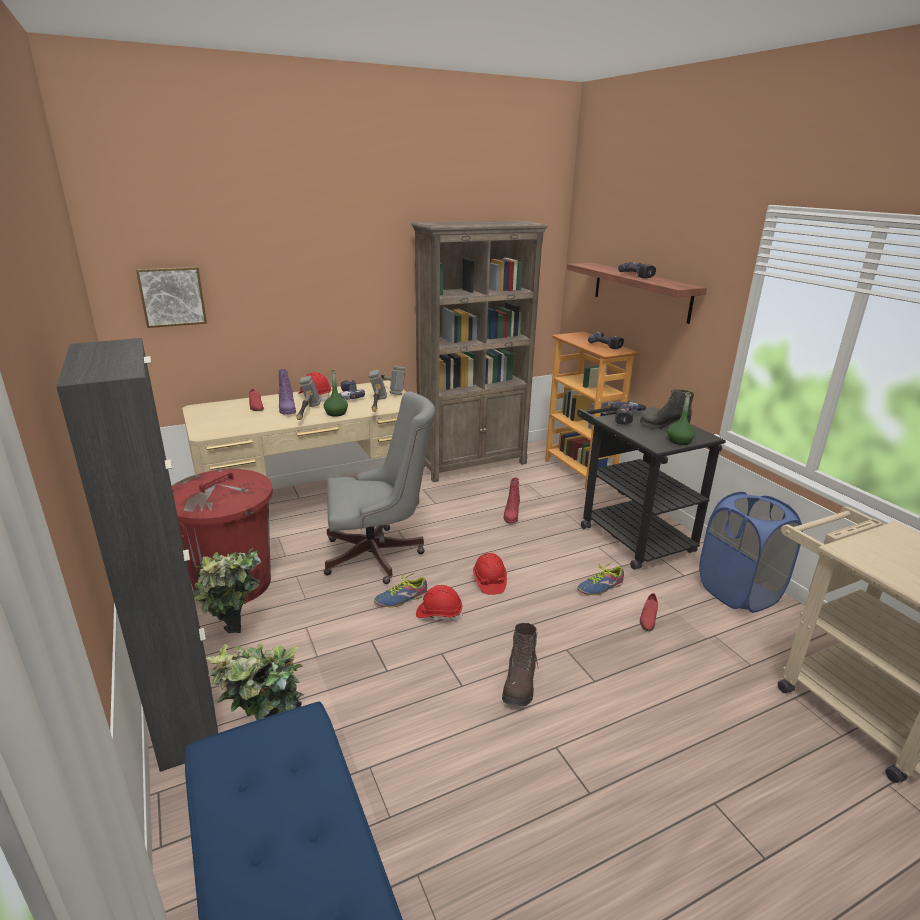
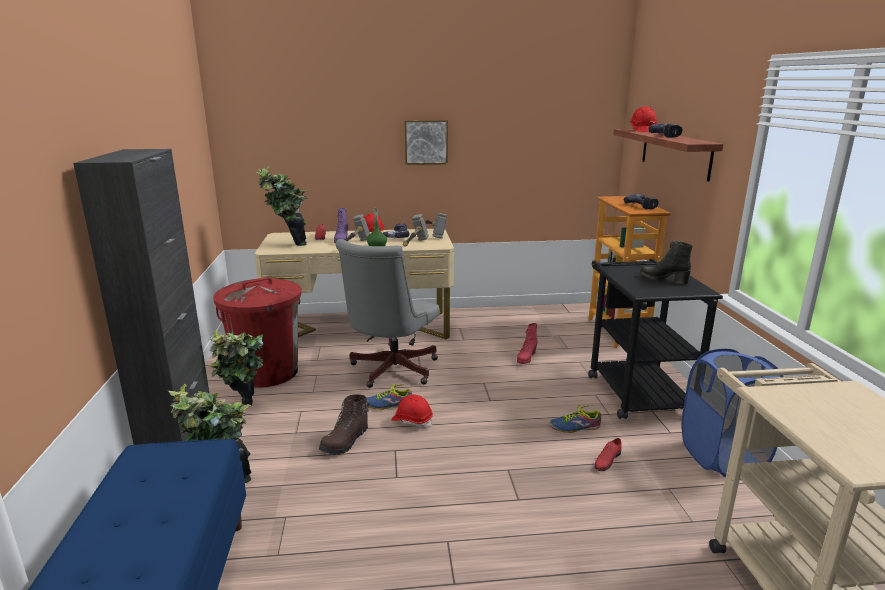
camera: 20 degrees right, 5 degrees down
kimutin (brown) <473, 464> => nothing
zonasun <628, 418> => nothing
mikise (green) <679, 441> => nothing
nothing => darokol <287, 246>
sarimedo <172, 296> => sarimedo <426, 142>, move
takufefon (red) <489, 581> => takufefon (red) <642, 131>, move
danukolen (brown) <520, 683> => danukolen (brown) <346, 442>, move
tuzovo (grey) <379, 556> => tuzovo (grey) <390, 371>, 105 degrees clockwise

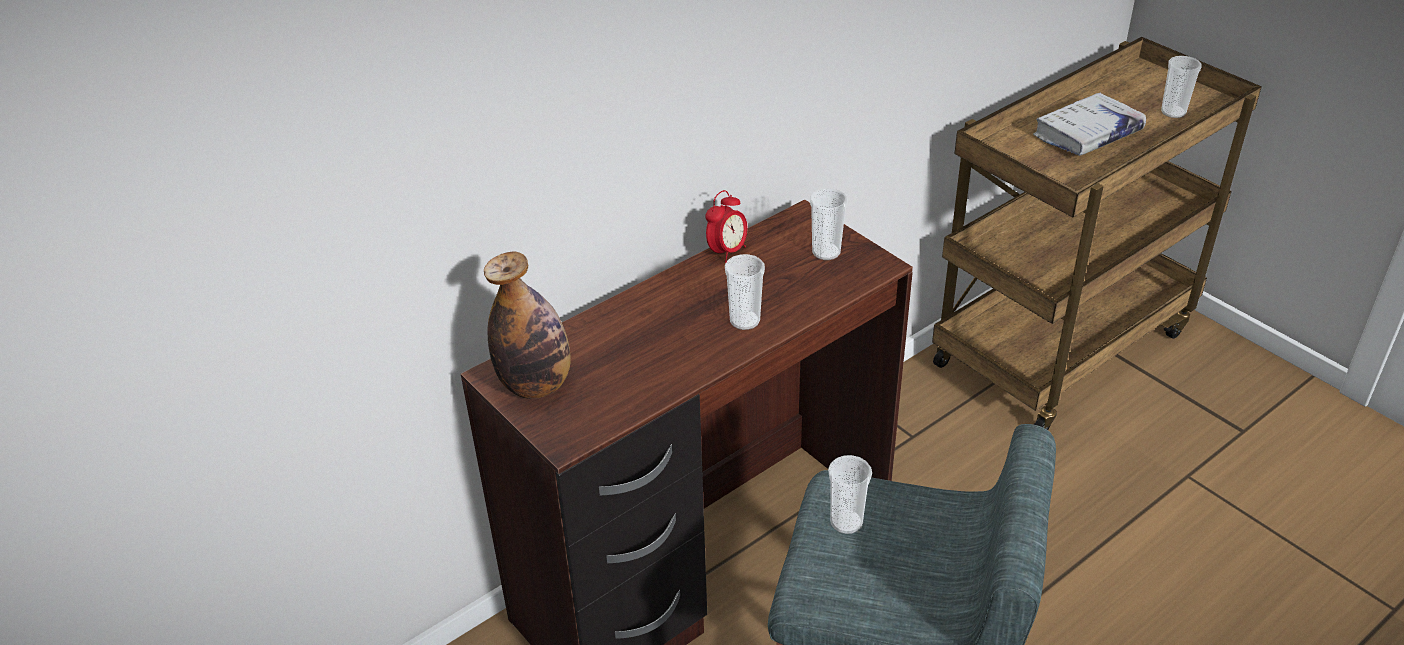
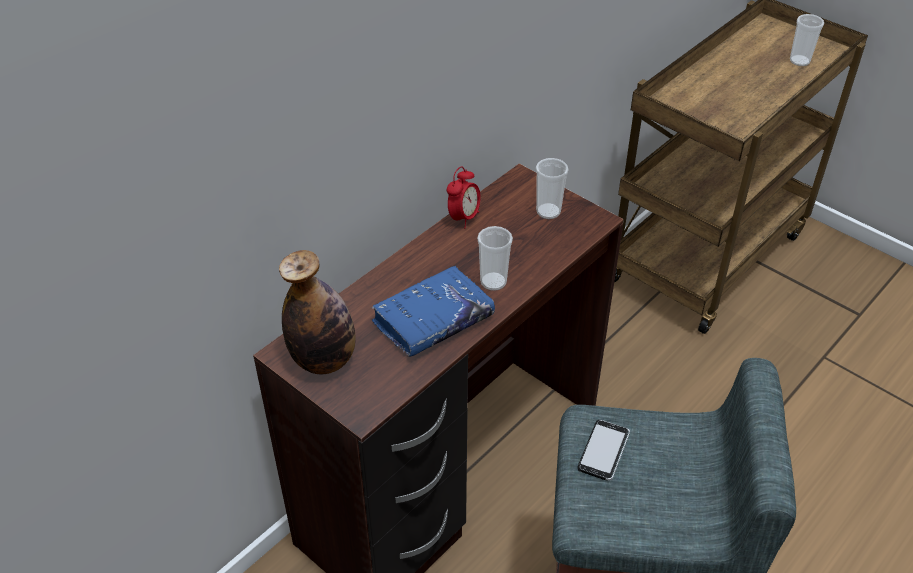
camera: 10 degrees left, 5 degrees up
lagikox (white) <1087, 135> => nothing
nothing => lagikox (blue) <433, 320>
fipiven <846, 522> => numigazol <603, 451>

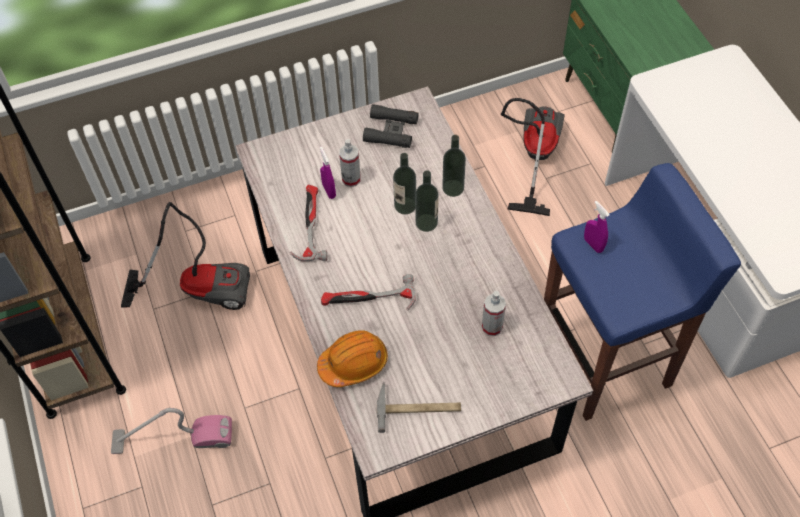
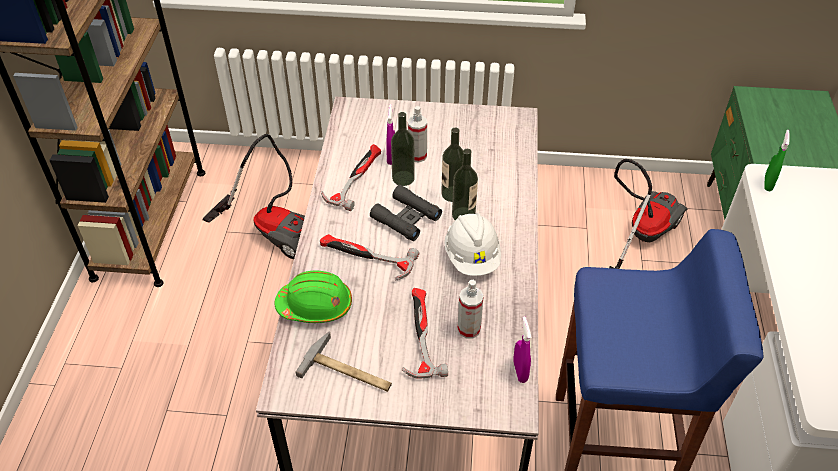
camera: 25 degrees right, 10 degrees down
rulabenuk <173, 438> => nothing
nothing => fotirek <420, 335>
nothing => takufefon (white) <472, 257>
nothing => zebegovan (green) <768, 184>
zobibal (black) <391, 130> => zobibal (black) <406, 218>, move
mikise <453, 188> => mikise <403, 178>, move
zebegovan (purple) <593, 244> => zebegovan (purple) <520, 371>, move
takufefon (orange) <353, 363> => takufefon (green) <315, 305>

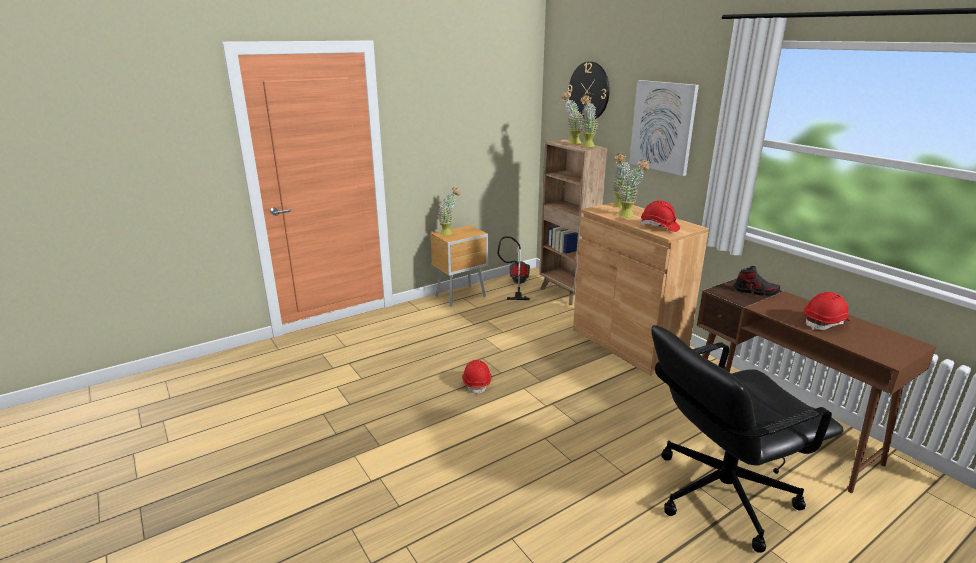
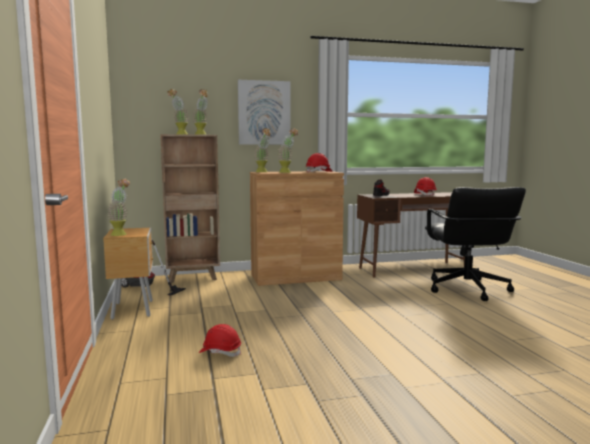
camera: 70 degrees left, 15 degrees down
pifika <589, 91> => nothing
takufefon (red) <477, 383> => takufefon (red) <220, 352>, move

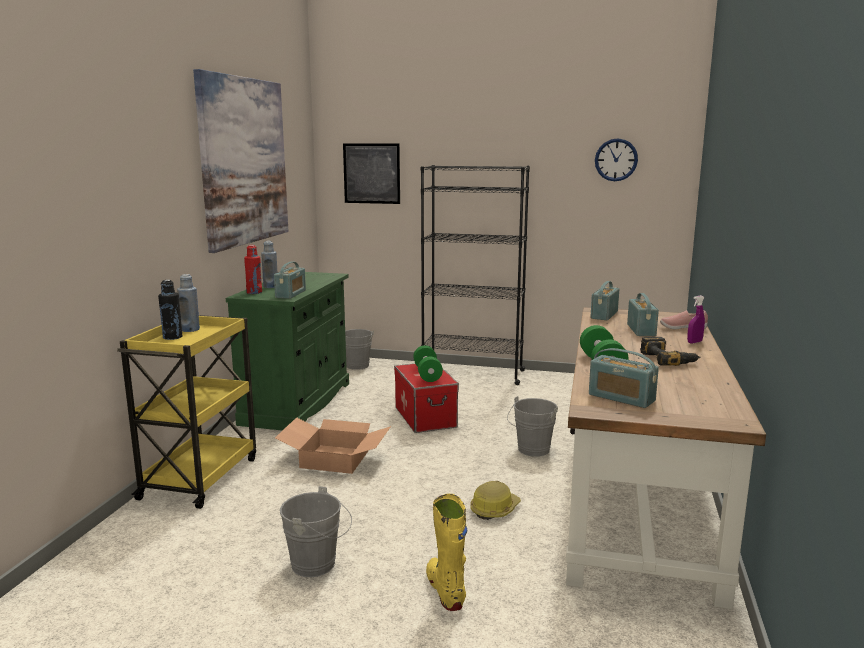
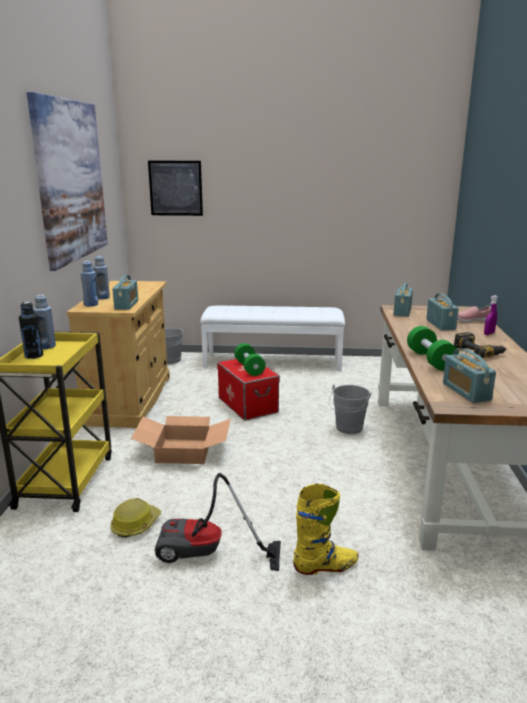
camera: 10 degrees left, 5 degrees up
pifika <616, 160> => nothing
takufefon <494, 509> => takufefon <135, 524>, move
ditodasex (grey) <318, 565> => rulabenuk <206, 556>
kimutin (black) <473, 373> => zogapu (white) <273, 361>
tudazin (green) <297, 403> => tudazin (beige) <130, 400>
mikise (red) <254, 292> => mikise (blue) <91, 304>
danukolen (yellow) <445, 590> => danukolen (yellow) <325, 566>, 105 degrees clockwise
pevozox <621, 398> => pevozox <466, 392>, 45 degrees clockwise

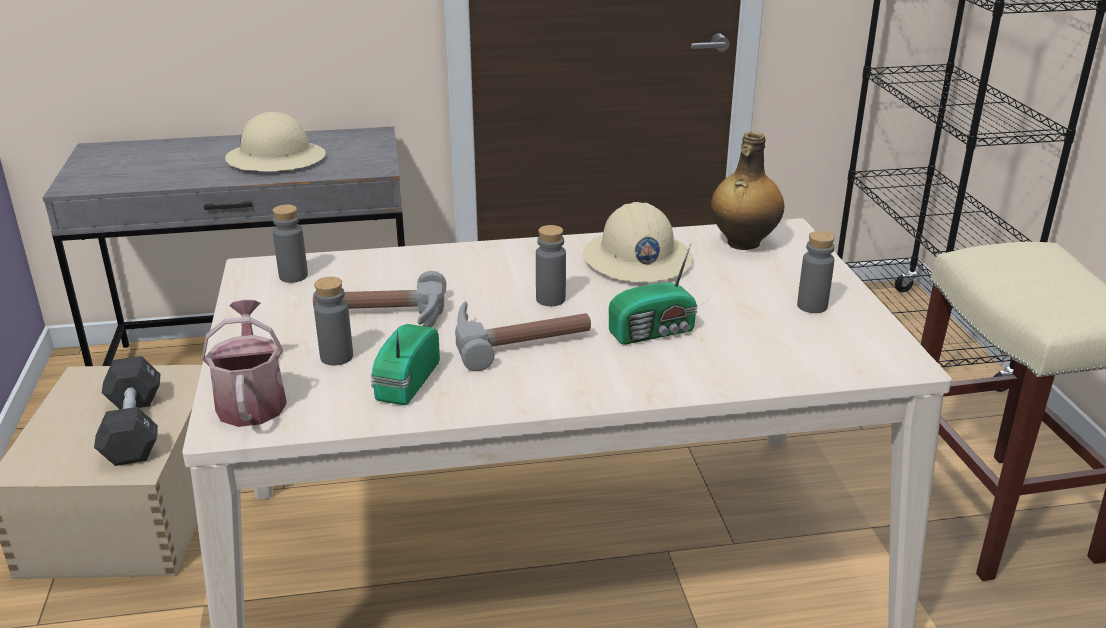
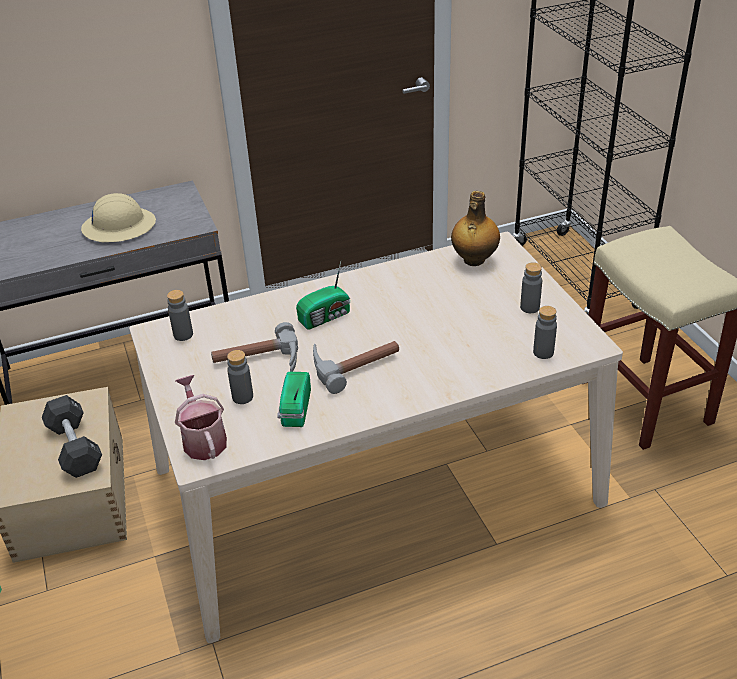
camera: 10 degrees left, 10 degrees up
takufefon (beige) <636, 259> => nothing
mikise (grey) <550, 299> => mikise (grey) <543, 352>, move
pevozox <655, 332> => pevozox <326, 317>, move

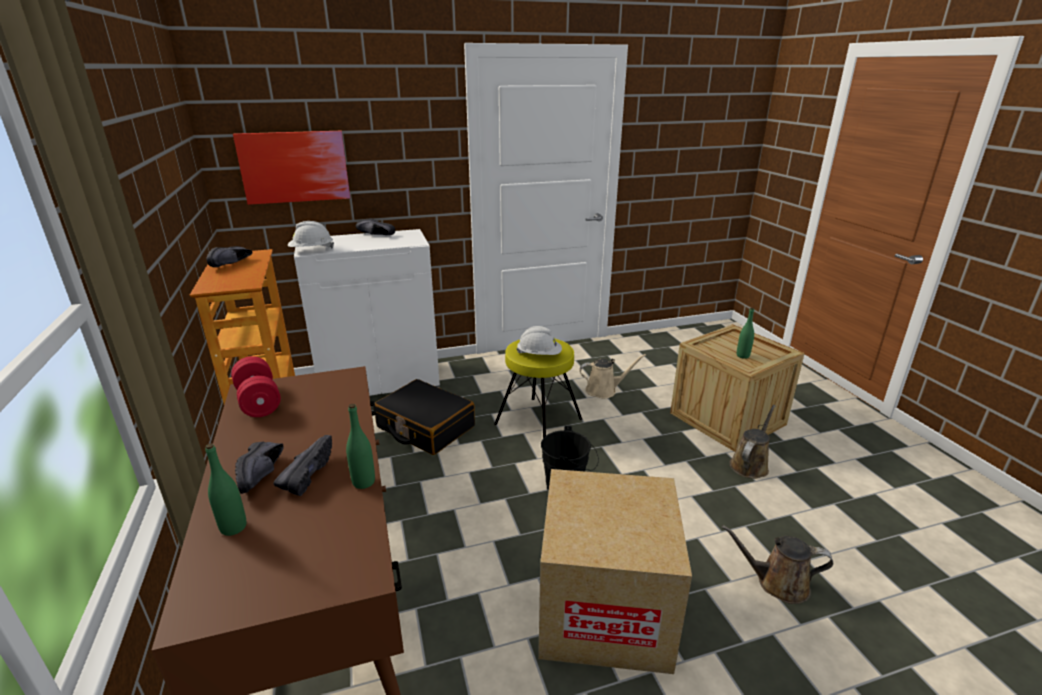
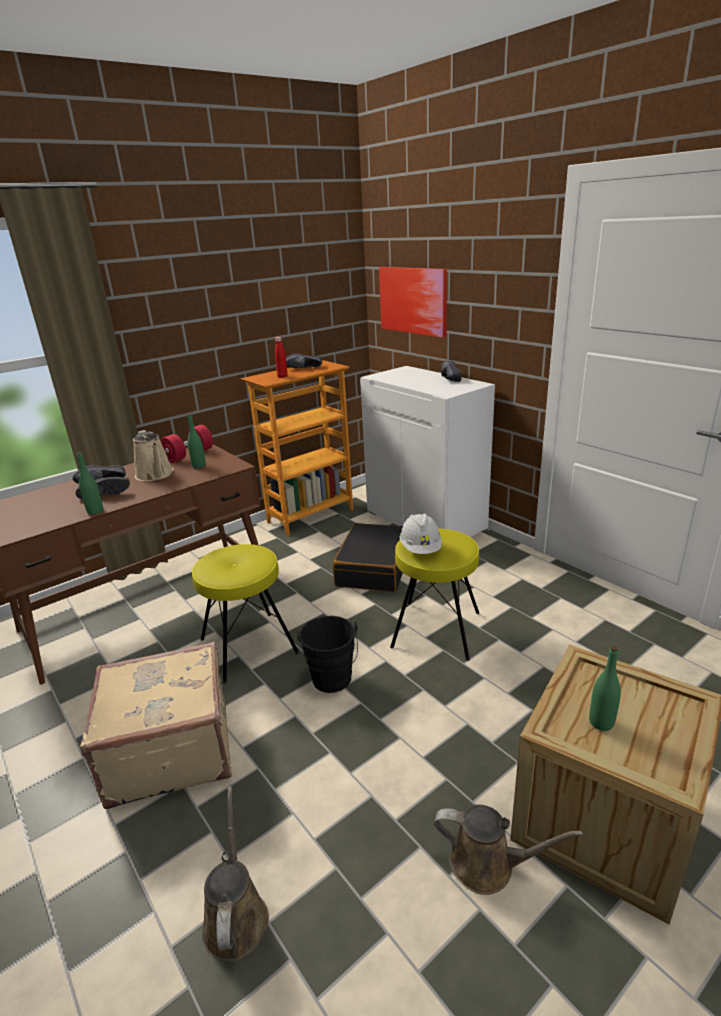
camera: 70 degrees right, 0 degrees up
takufefon (white) <311, 250> => nothing
nothing => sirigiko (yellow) <248, 646>
nothing => mikise (red) <282, 376>
mikise (green) <233, 527> => mikise (green) <199, 466>, move
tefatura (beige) <604, 390> => tefatura (beige) <155, 475>, move
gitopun <604, 609> => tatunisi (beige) <170, 750>

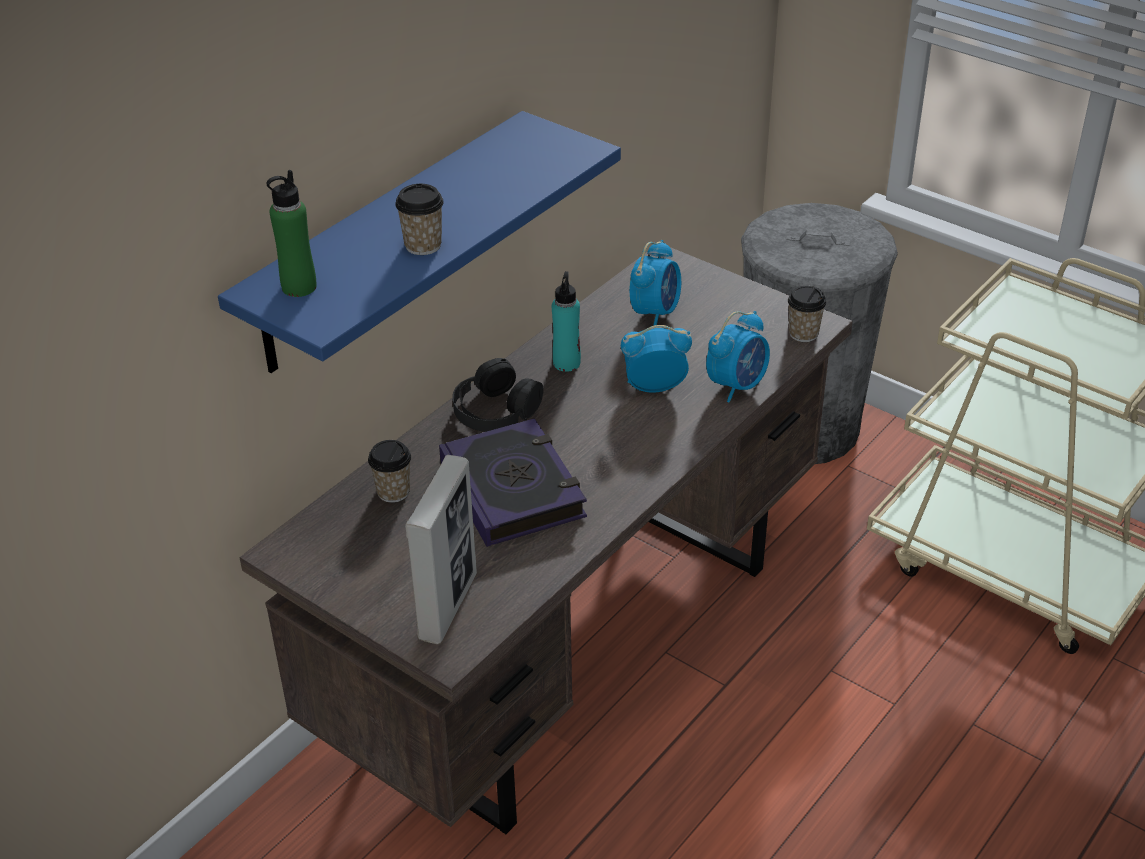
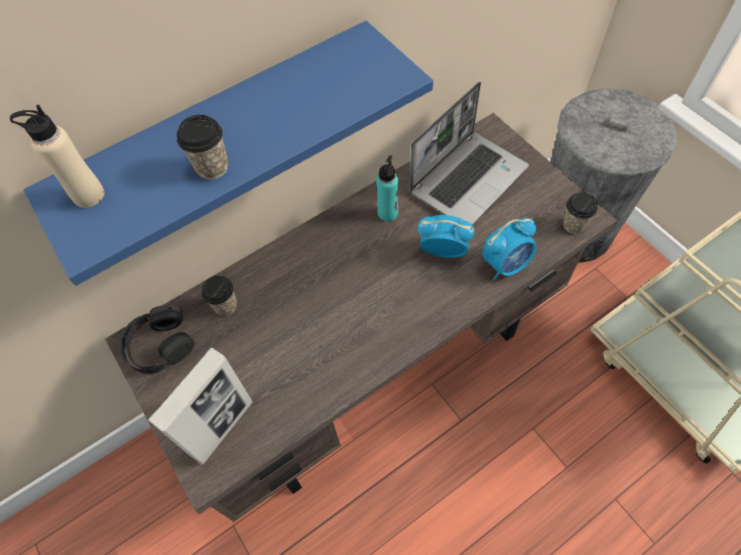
camera: 20 degrees right, 20 degrees up
lagikox <513, 490> => nothing
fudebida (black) <495, 410> => fudebida (black) <159, 345>, move
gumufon <655, 312> => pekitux <468, 179>
mikise (green) <299, 287> => mikise (beige) <88, 195>

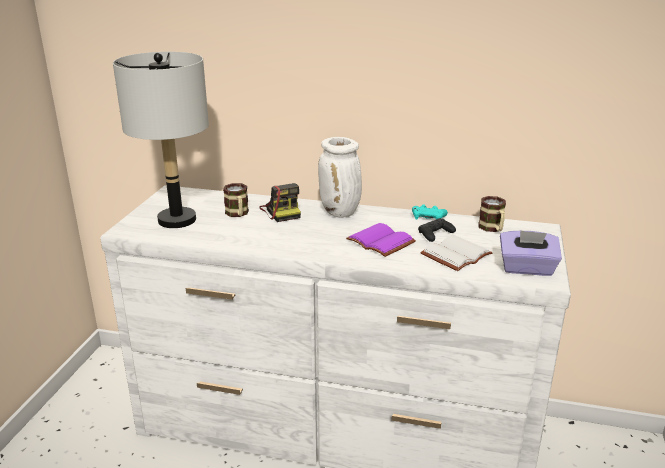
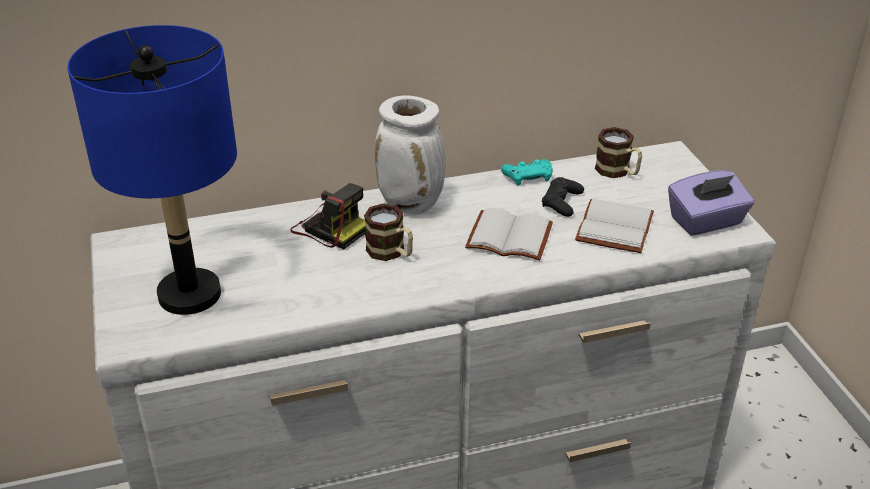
camera: 30 degrees left, 10 degrees up
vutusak <238, 214> => vutusak <391, 252>, move
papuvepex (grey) <176, 220> => papuvepex (blue) <189, 295>
lagikox (purple) <382, 241> => lagikox (white) <511, 236>

